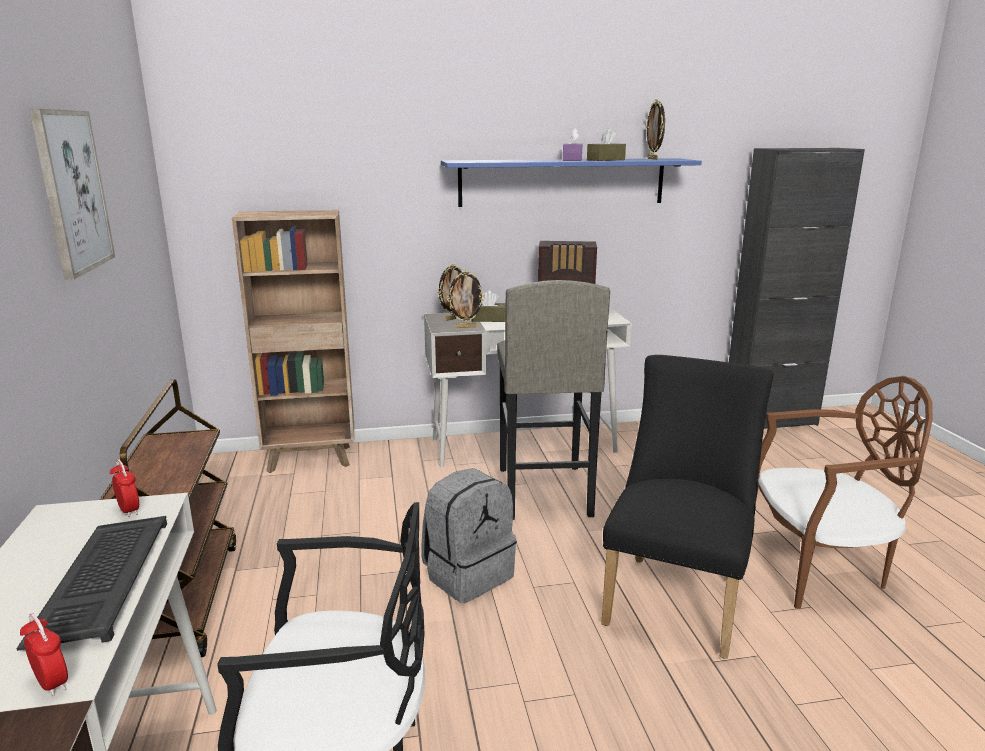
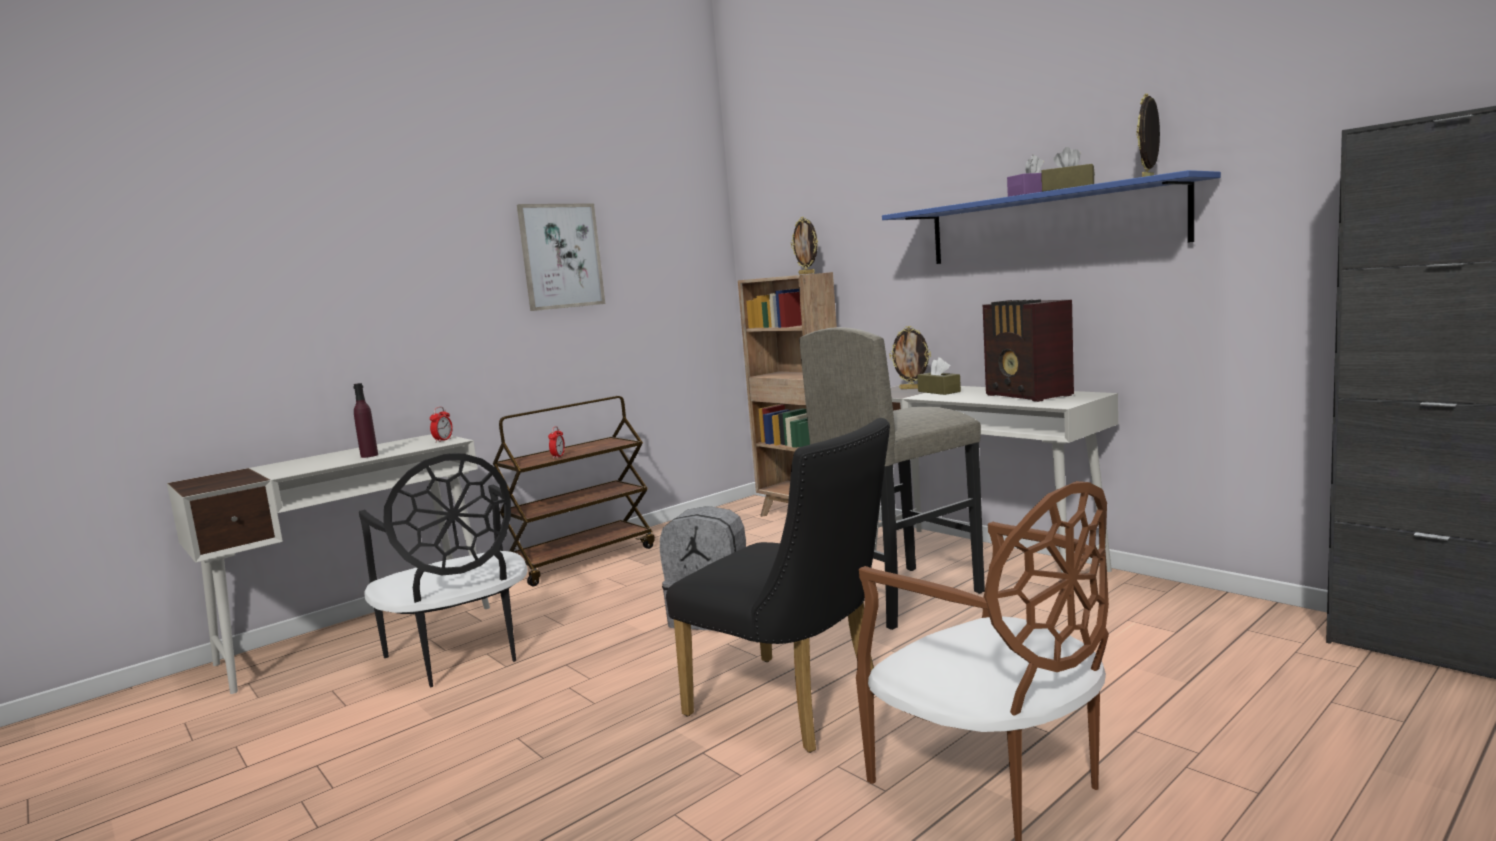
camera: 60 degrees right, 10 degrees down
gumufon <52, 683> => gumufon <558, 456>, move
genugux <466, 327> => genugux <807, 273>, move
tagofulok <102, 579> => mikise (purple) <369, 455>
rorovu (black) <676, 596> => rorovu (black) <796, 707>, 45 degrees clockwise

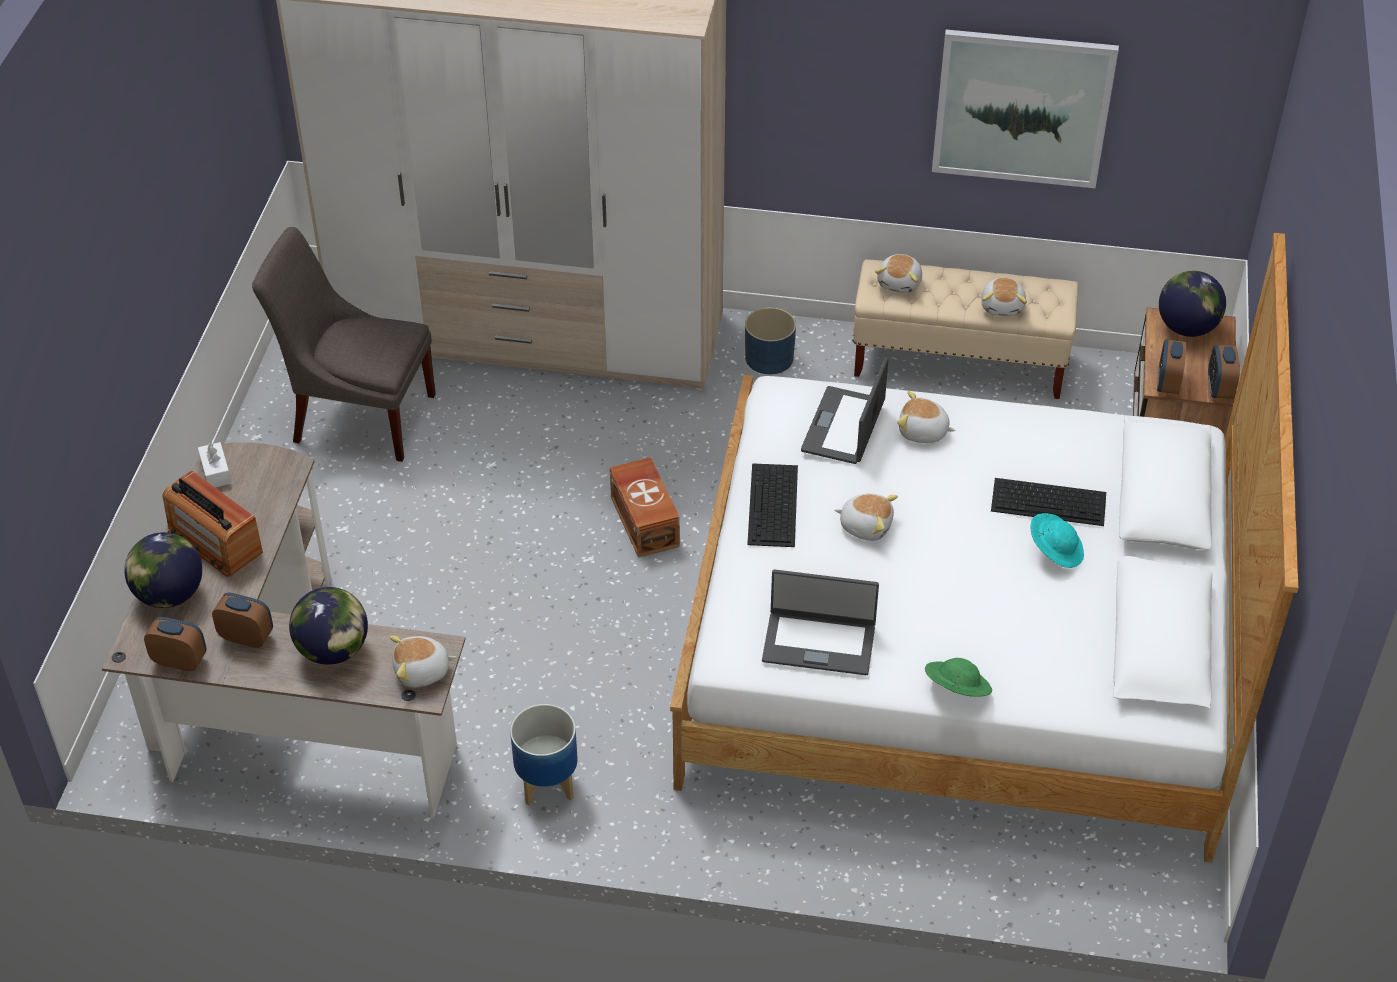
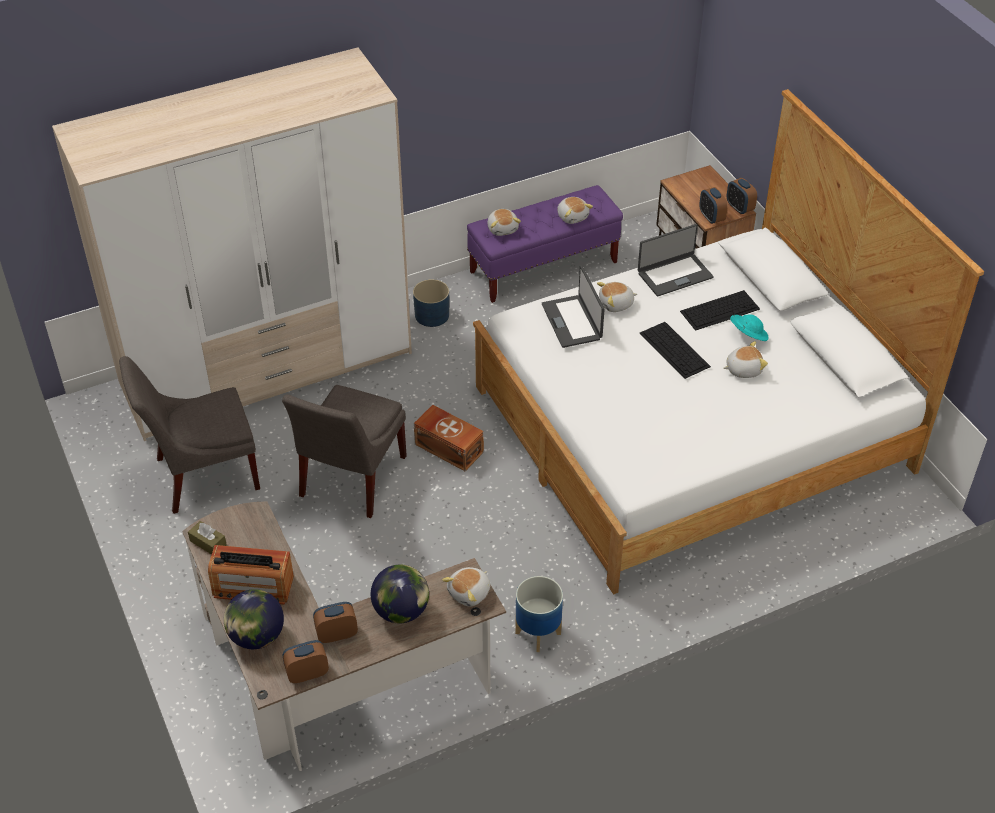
camera: 35 degrees left, 0 degrees up
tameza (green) <956, 689> => nothing
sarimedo <1022, 108> => nothing
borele <1187, 327> => nothing
nothing => rorovu (grey) <350, 479>
tagofulok <773, 505> => tagofulok <675, 350>, move
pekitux <819, 642> => pekitux <674, 275>, move
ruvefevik <866, 525> => ruvefevik <743, 369>, move
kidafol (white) <216, 472> => kidafol (brown) <208, 543>
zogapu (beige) <959, 363> => zogapu (purple) <544, 267>

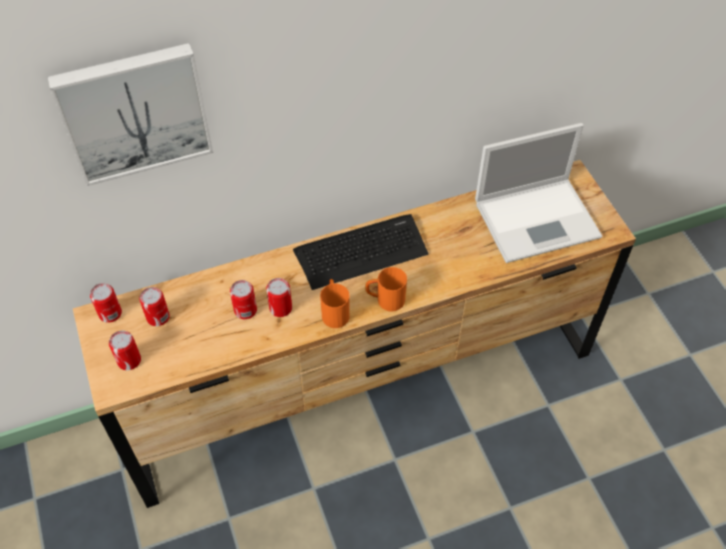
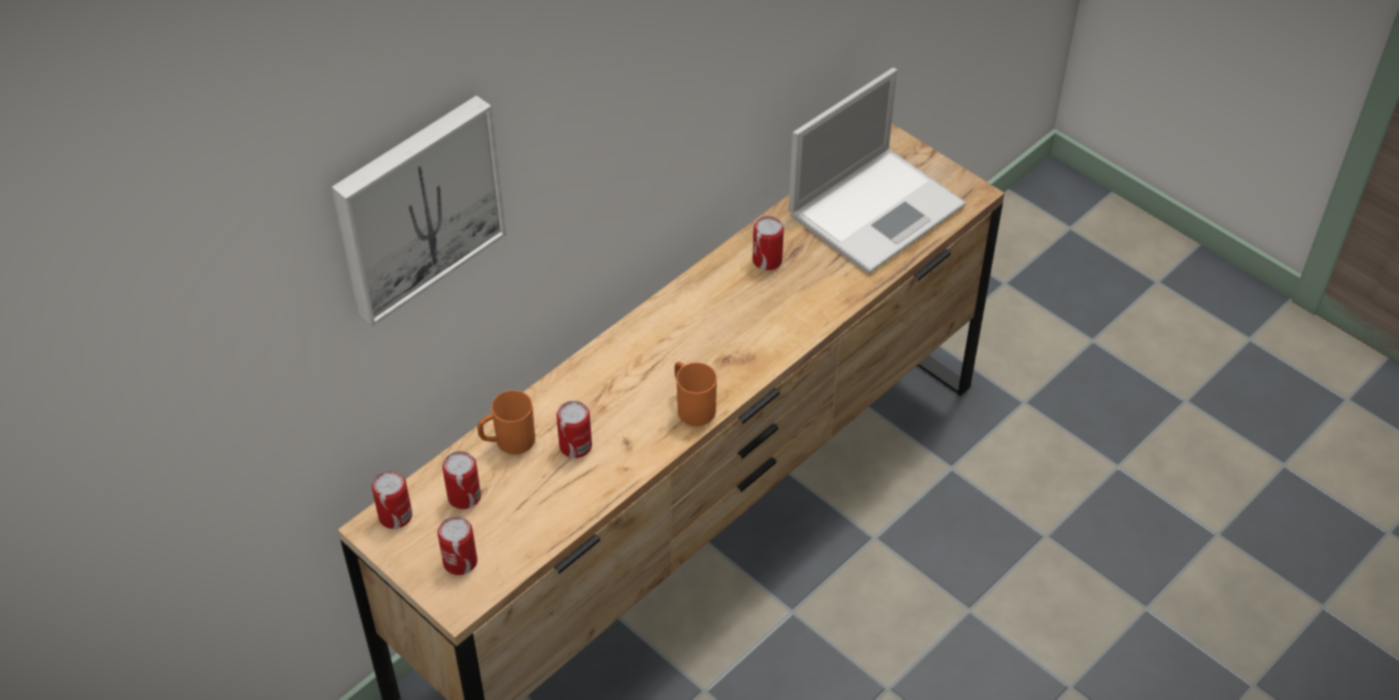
camera: 25 degrees left, 5 degrees down
tagofulok <361, 251> => nothing
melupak <280, 308> => melupak <767, 260>, move
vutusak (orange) <385, 300> => vutusak (orange) <508, 442>, move

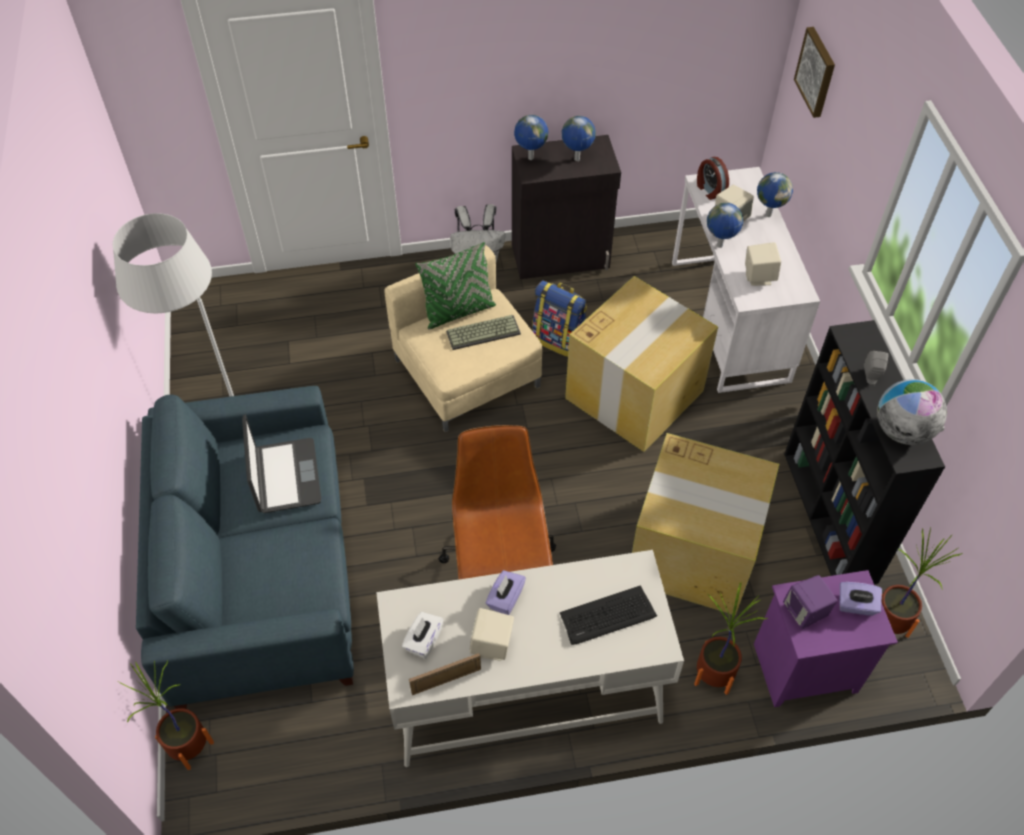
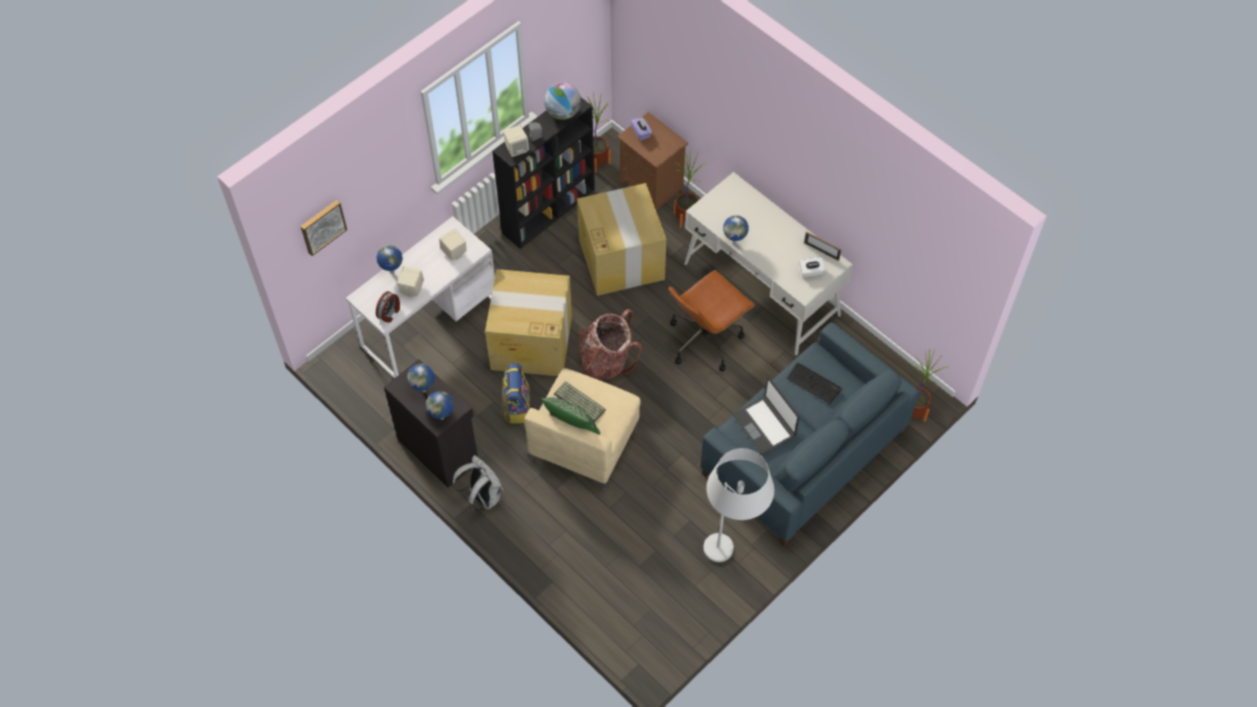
camera: 125 degrees left, 5 degrees up
kidafol (purple) <505, 599> => nothing
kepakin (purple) <805, 612> => nothing
nothing => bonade <606, 360>
kepakin (beige) <492, 645> => kepakin (beige) <517, 149>, move
tagofulok <607, 616> => tagofulok <814, 383>, move
borele <719, 246> => borele <734, 242>, move
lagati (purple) <804, 670> => lagati (brown) <653, 184>
pekitux <285, 477> => pekitux <764, 425>, 75 degrees counterclockwise

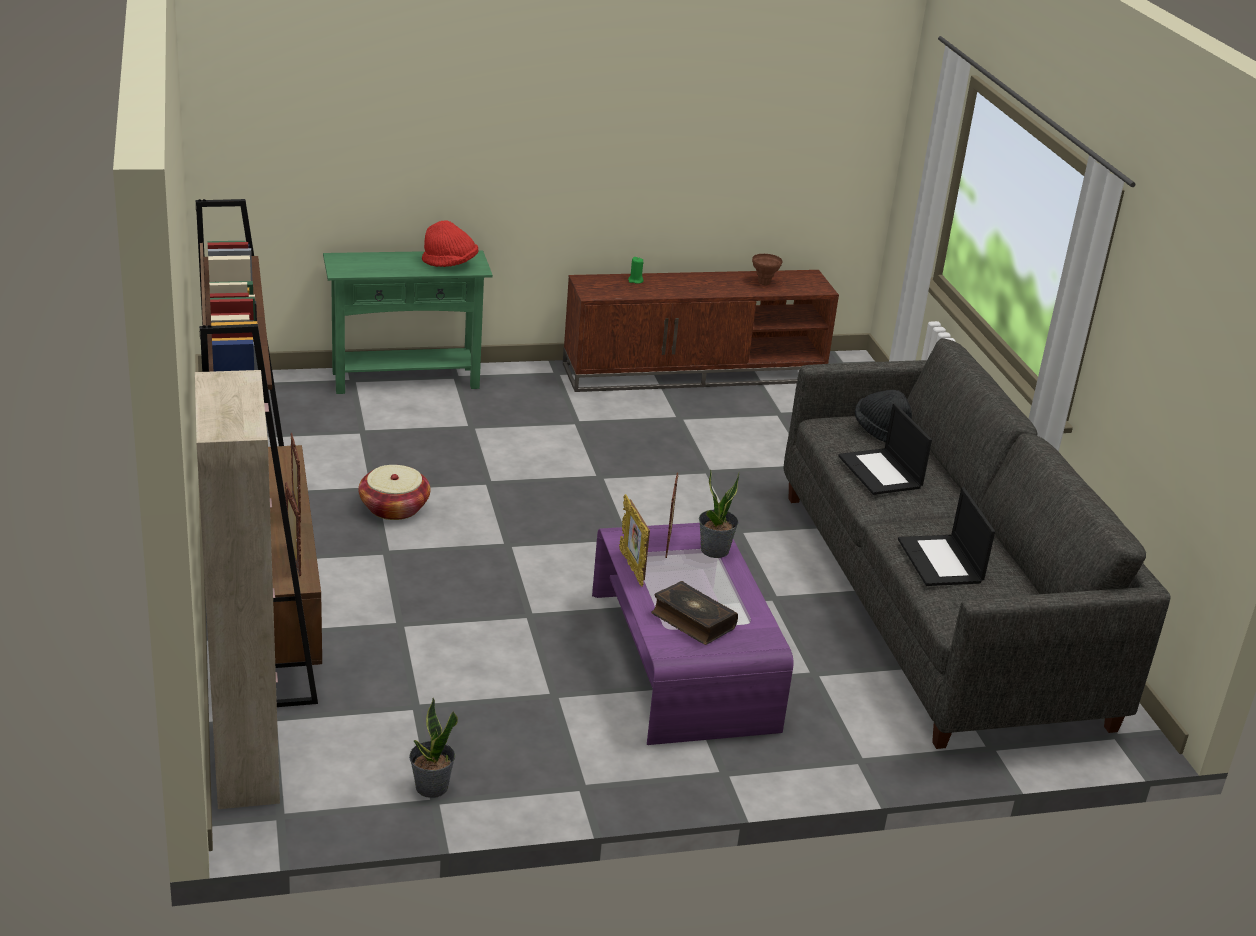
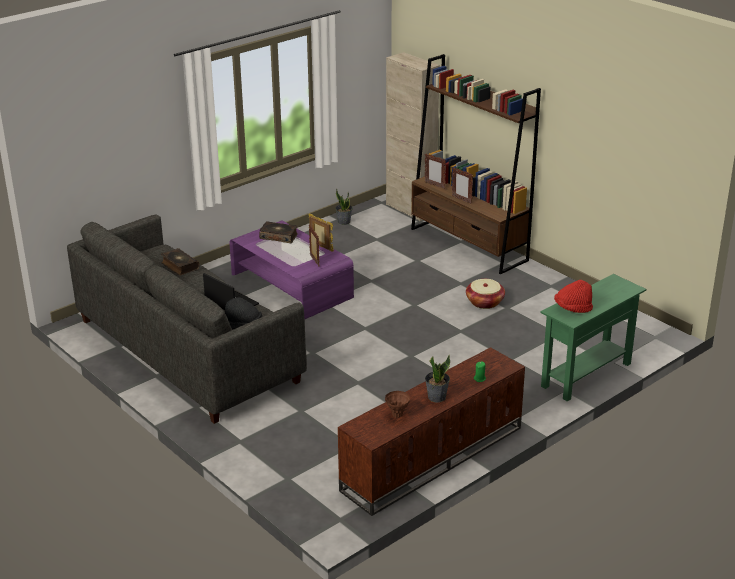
camera: 155 degrees right, 0 degrees up
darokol <715, 550> => darokol <436, 397>, move
pekitux <941, 561> => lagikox <179, 266>

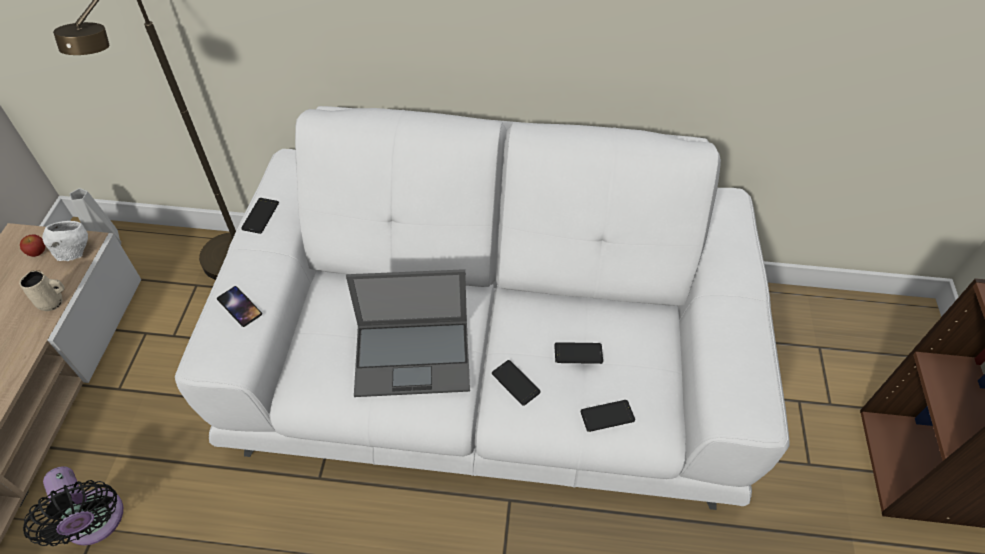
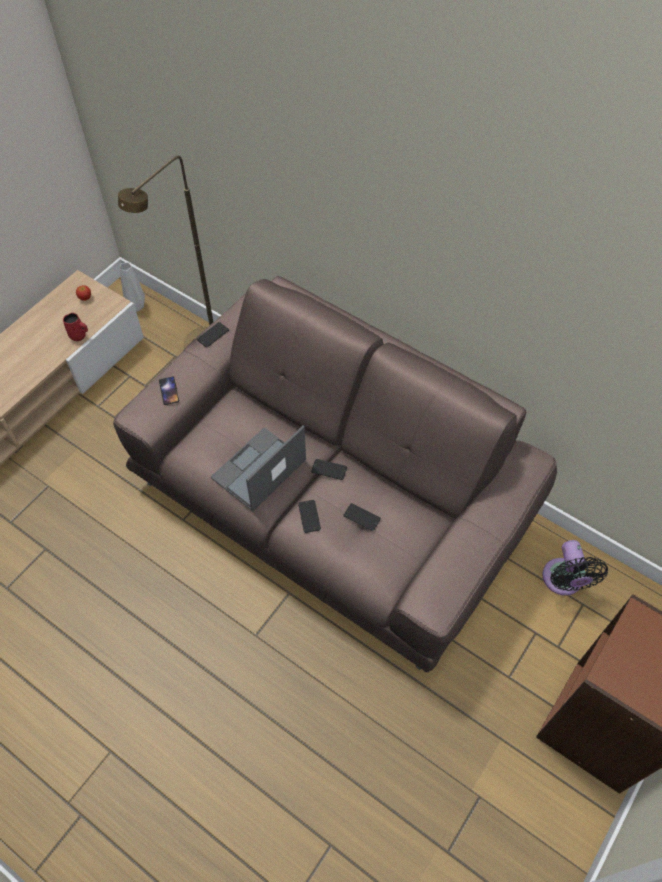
camera: 30 degrees right, 5 degrees up
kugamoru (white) <75, 253> => nothing
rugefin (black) <95, 522> => rugefin (black) <563, 581>, move
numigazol <607, 416> => numigazol <329, 469>, move
vutusak (beige) <52, 302> => vutusak (red) <79, 336>
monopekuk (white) <492, 367> => monopekuk (brown) <331, 502>
pekitux <414, 356> => pekitux <258, 470>, 105 degrees clockwise

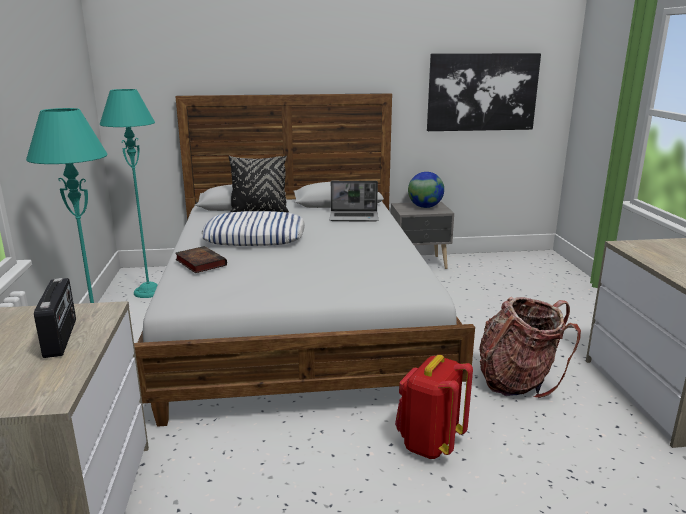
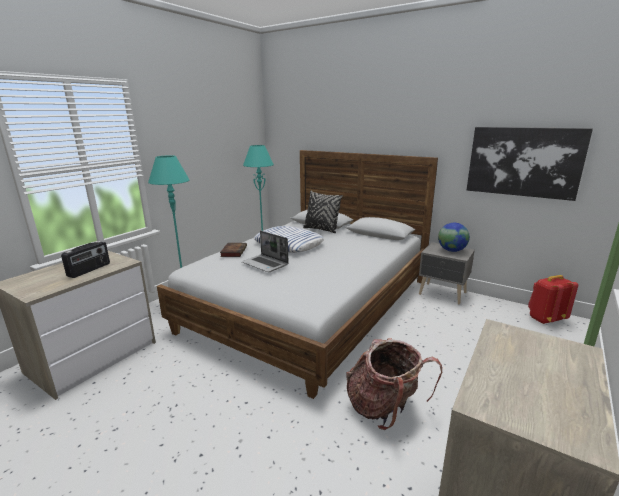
camera: 40 degrees right, 0 degrees up
pekitux <354, 217> => pekitux <266, 264>, move
bonade (red) <429, 443> => bonade (red) <545, 319>, move

